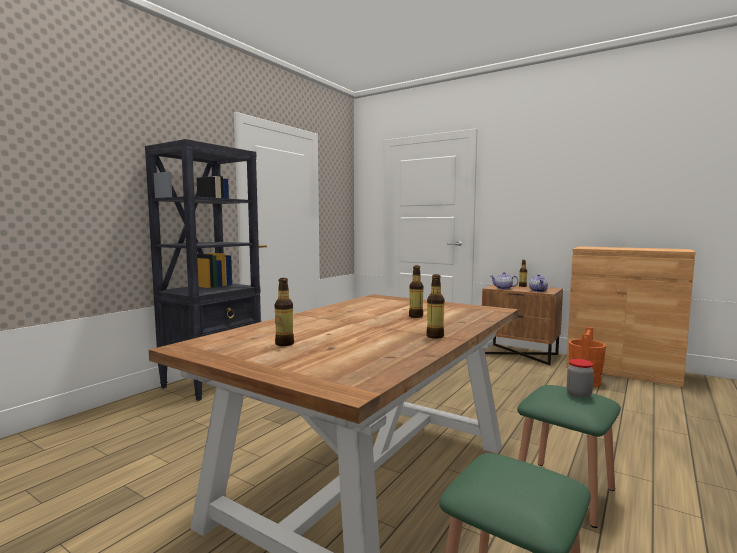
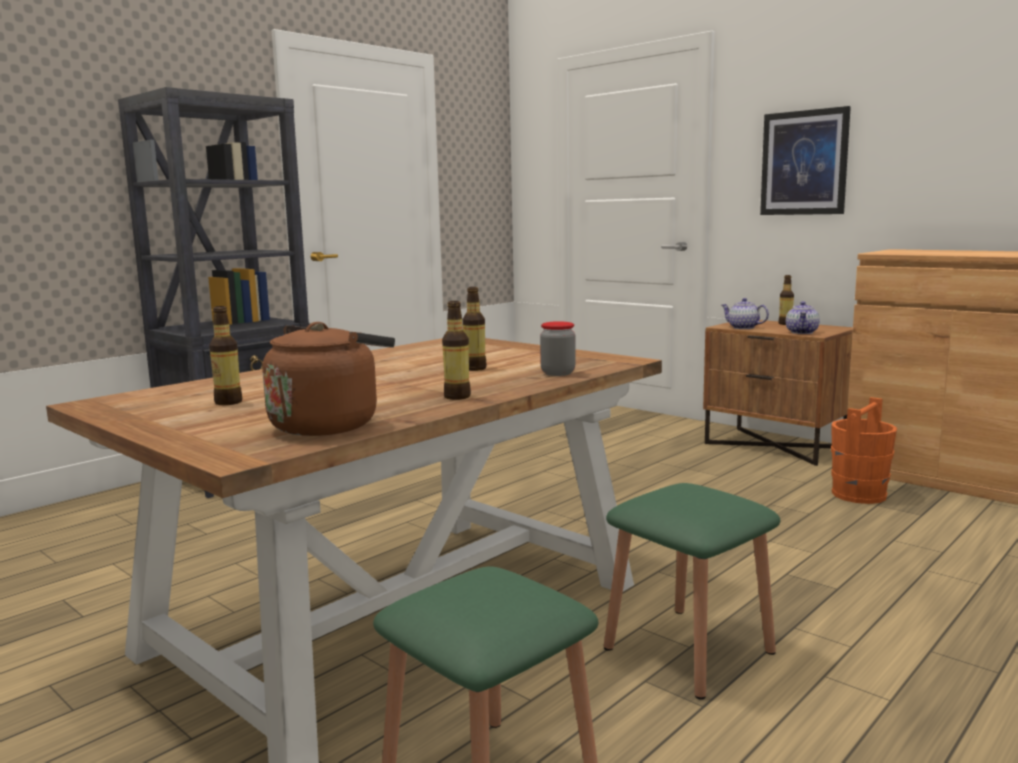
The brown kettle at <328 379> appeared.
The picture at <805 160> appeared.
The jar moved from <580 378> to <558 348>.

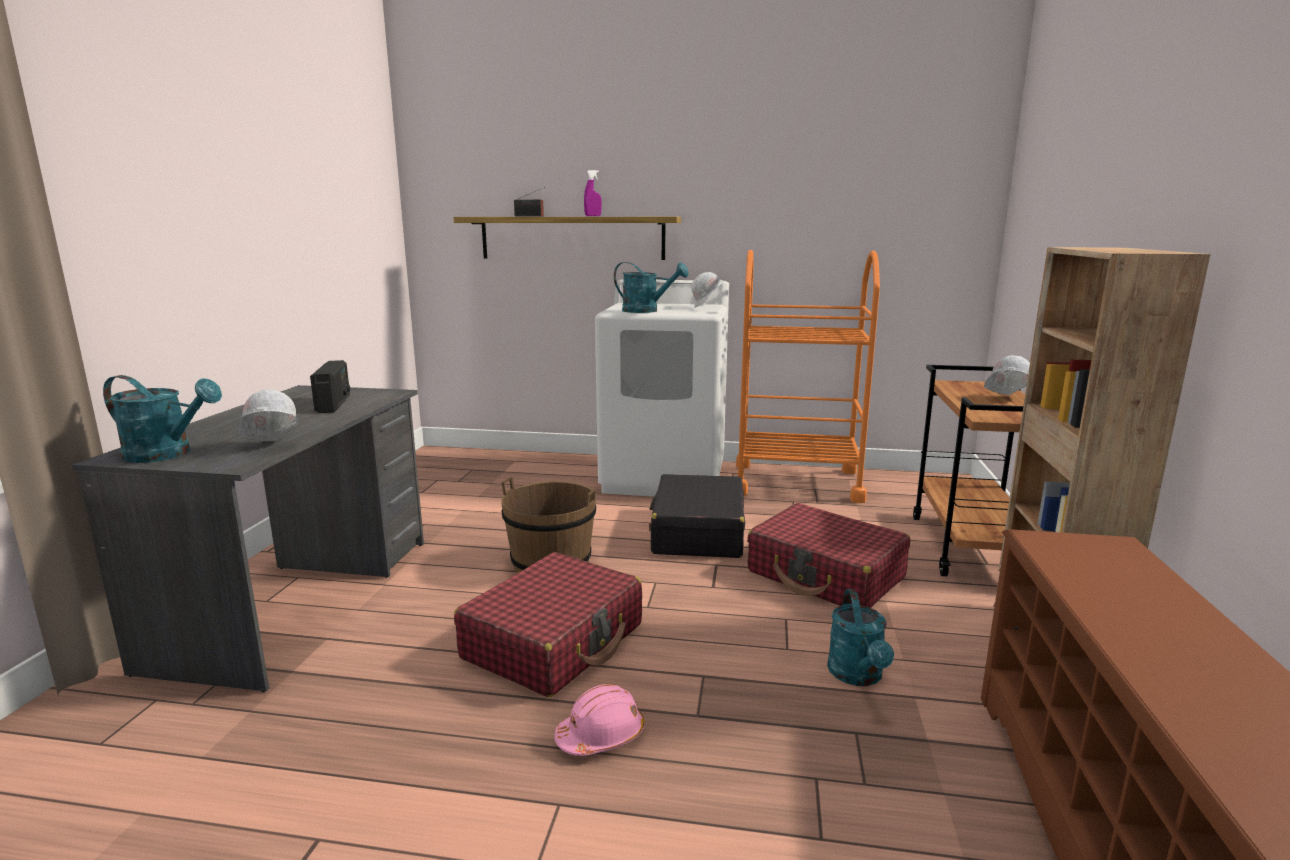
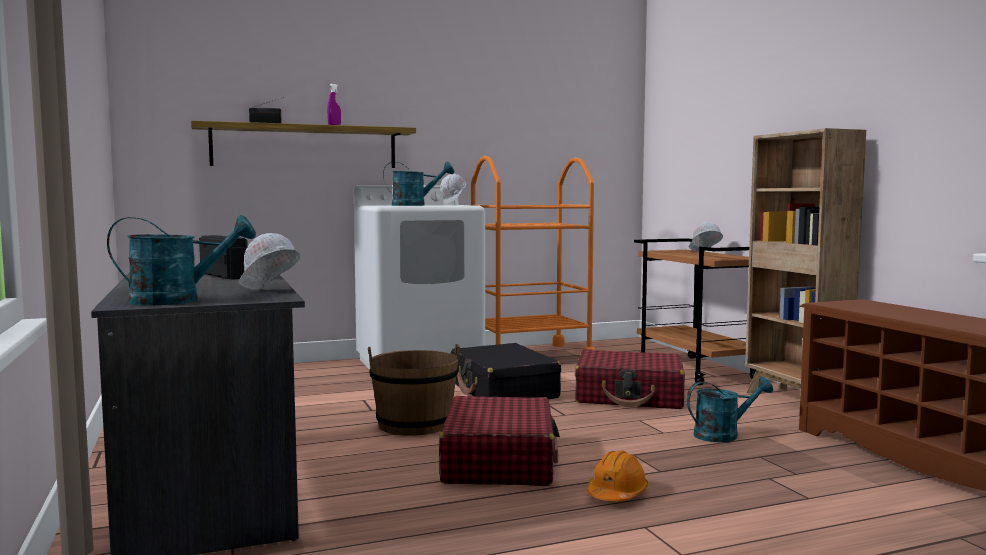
The pink hard hat at <599 720> became the orange hard hat at <617 475>.
The turquoise watering can at <860 637> turned 75 degrees counterclockwise.

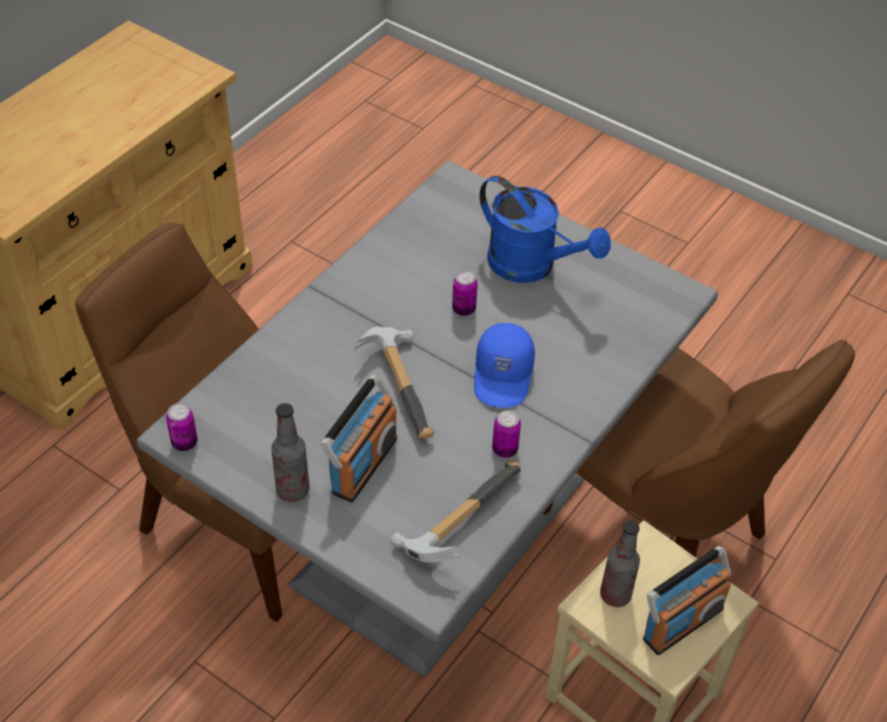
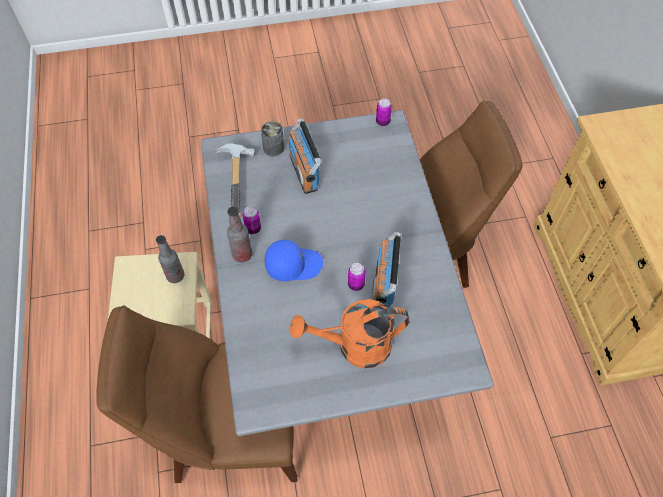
The hammer at <394 383> disappeared.
The can at <272 138> appeared.
The bottle moved from <290 452> to <239 234>.
The radio moved from <687 600> to <386 270>.
The blue watering can at <545 229> became the orange watering can at <349 333>.
The blue cap at <504 365> turned 120 degrees clockwise.

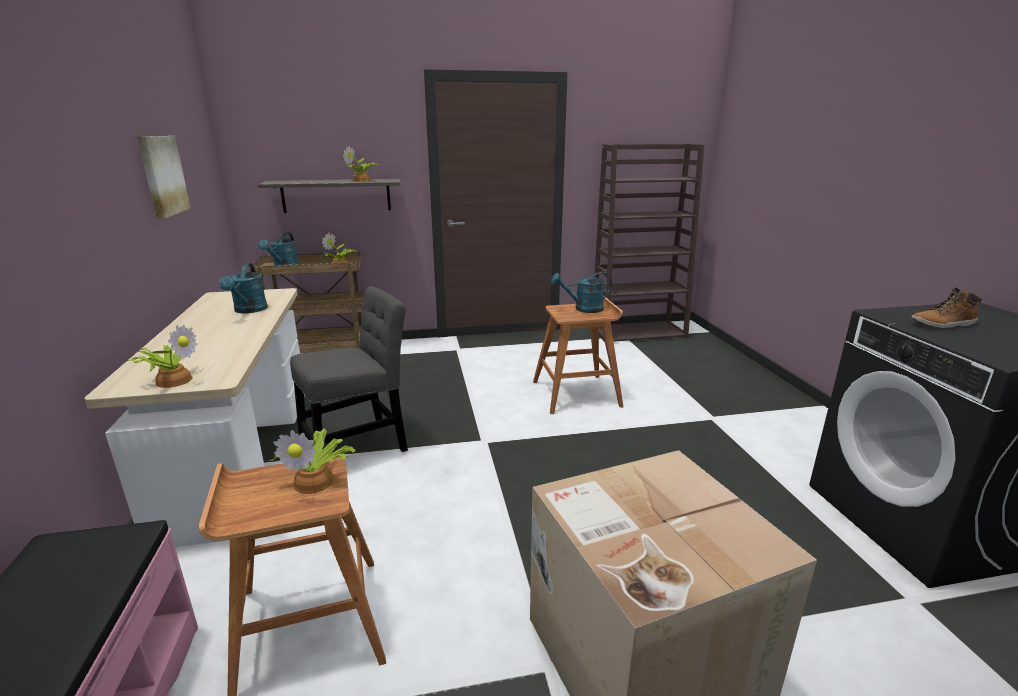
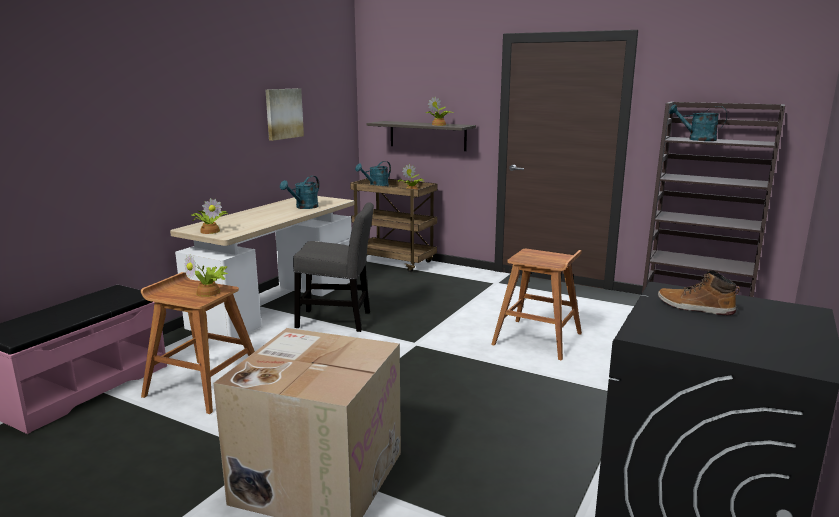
The turquoise watering can moved from <581 292> to <698 122>.

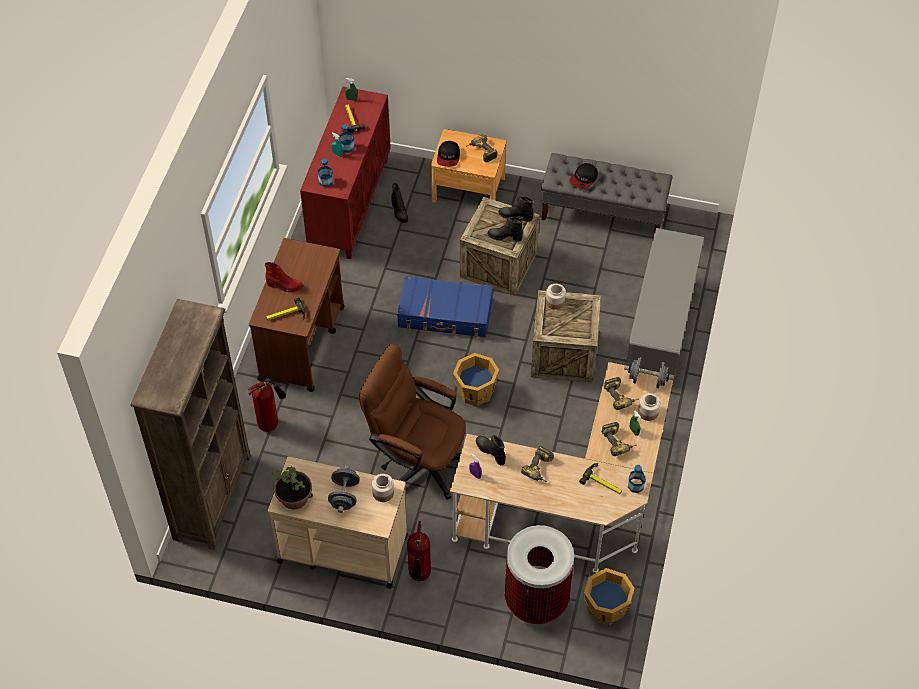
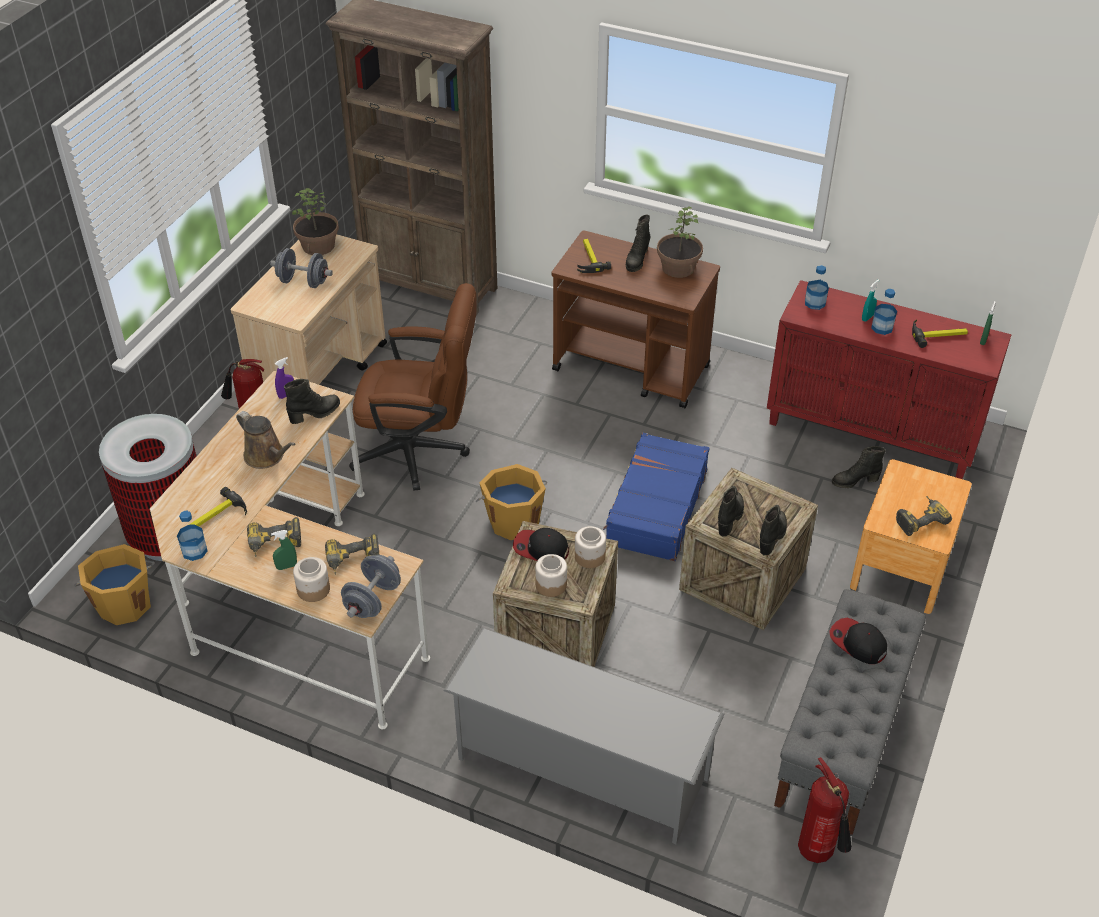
The potted plant at <680 242> appeared.
The fire extinguisher moved from <267 407> to <825 810>.
The jar moved from <383 488> to <551 575>.
The cap moved from <448 154> to <541 544>.
The power drill at <537 464> was replaced by the brown watering can at <266 440>.
The red boot at <284 277> became the black boot at <638 243>.
The brown office chair at <412 422> turned 60 degrees clockwise.

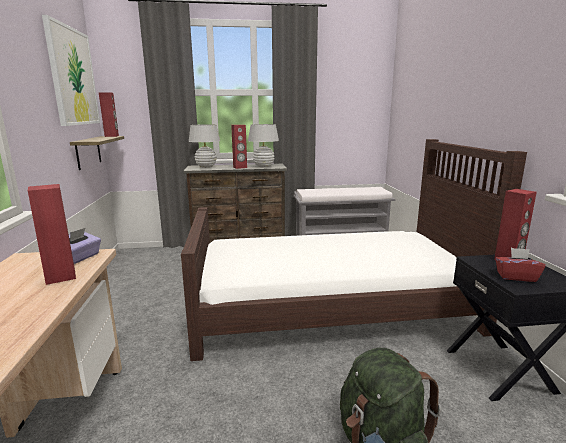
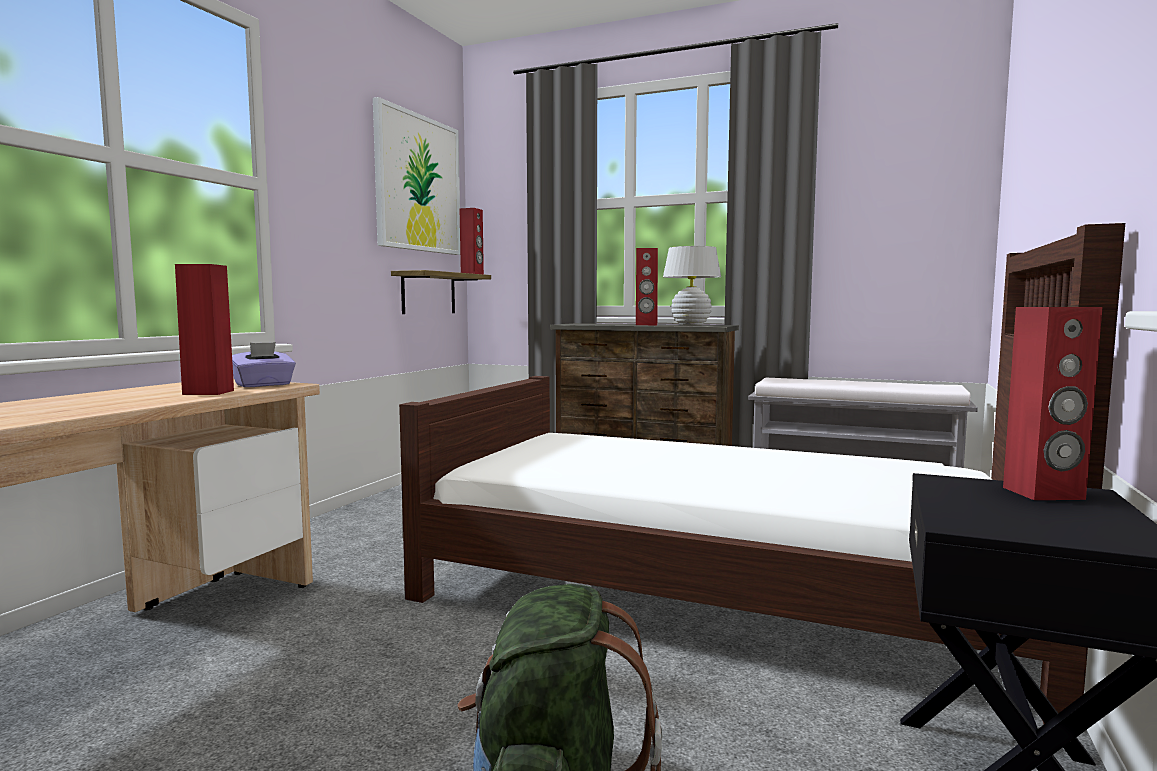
The white table lamp at <204 146> disappeared.
The red tissue box at <520 265> disappeared.

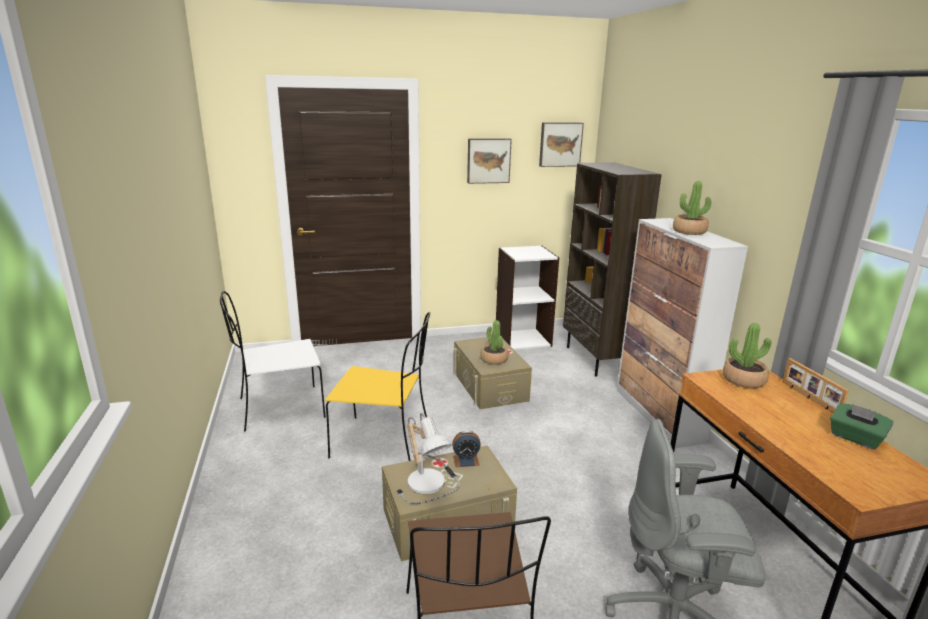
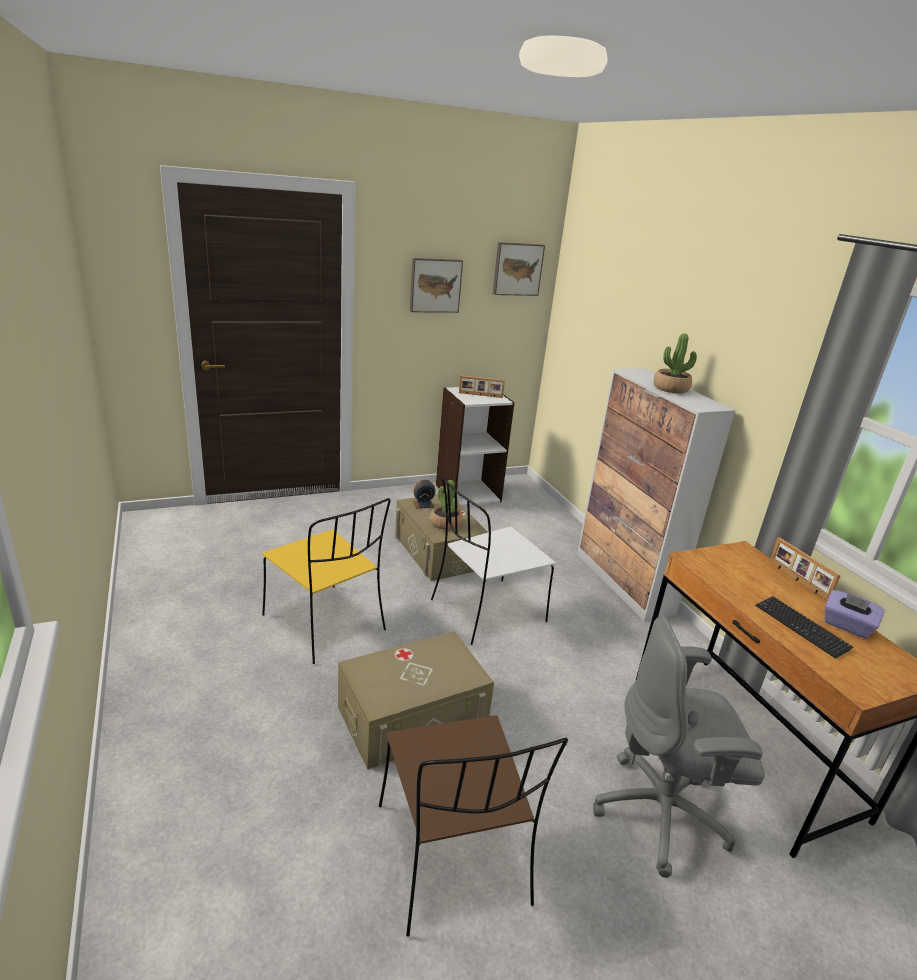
The table lamp at <428 458> disappeared.
The brown bookcase at <612 269> disappeared.
The potted plant at <747 355> disappeared.
The picture frame at <482 386> appeared.
The keyboard at <804 627> appeared.
The white chair moved from <273 361> to <493 560>.
The alarm clock moved from <466 448> to <424 494>.
The green tissue box at <862 426> became the purple tissue box at <854 614>.
The yellow chair at <377 386> turned 45 degrees clockwise.

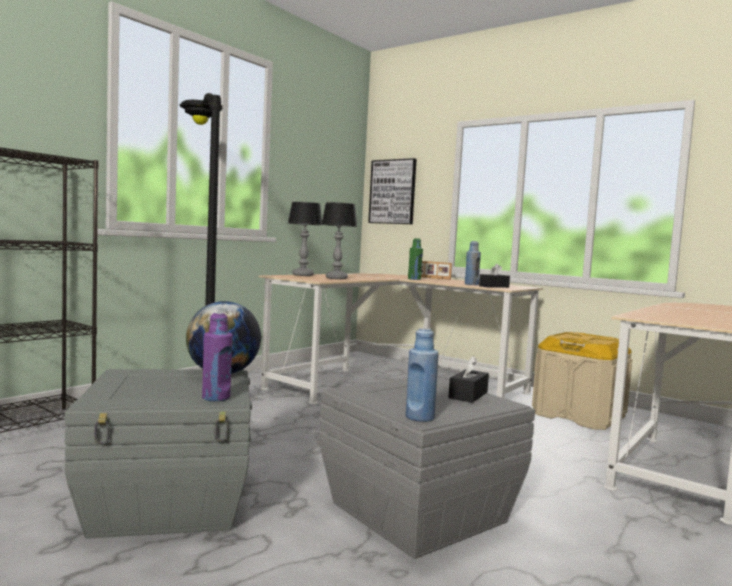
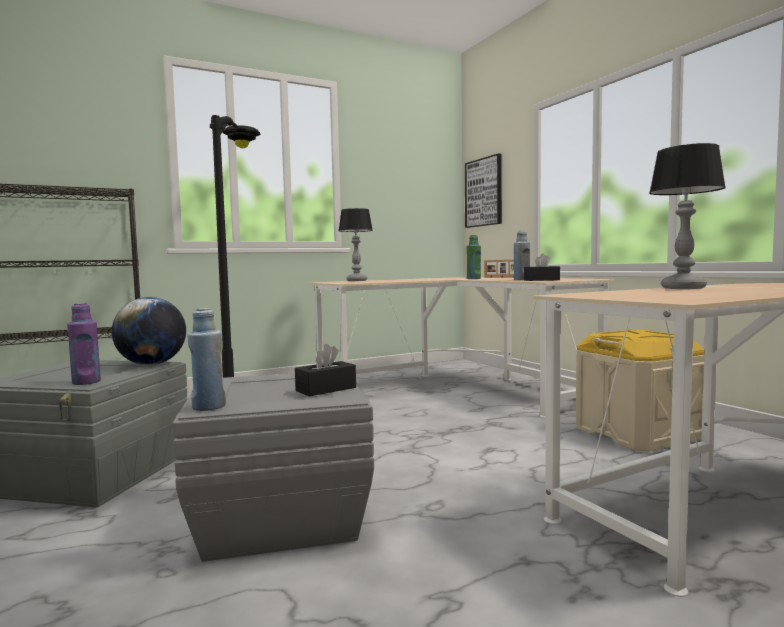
The table lamp moved from <339 240> to <687 216>.

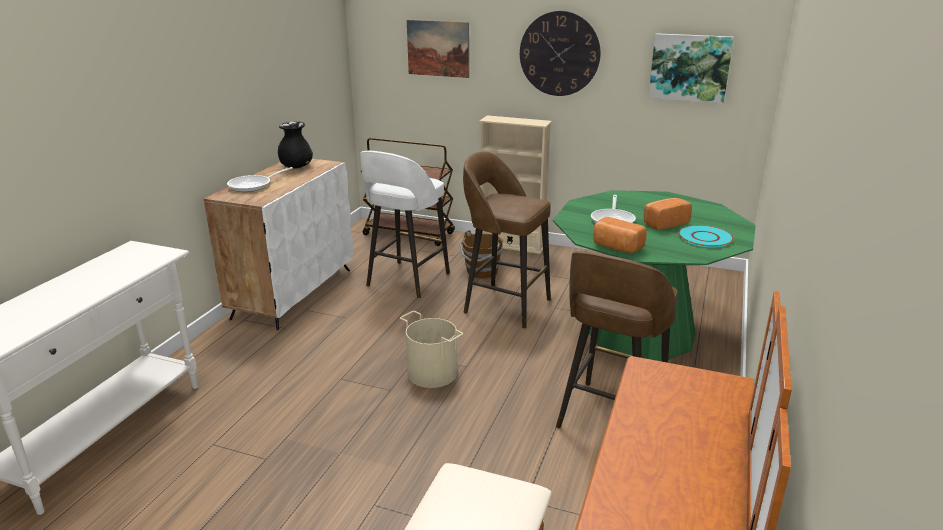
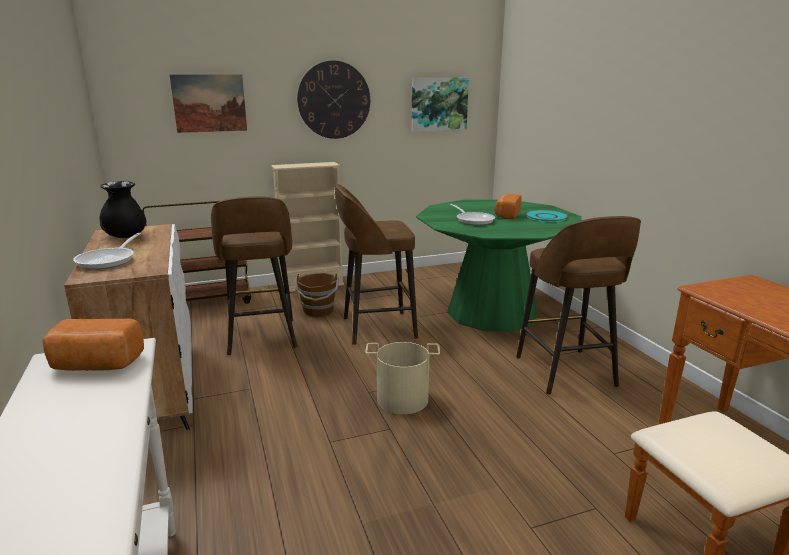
The bread moved from <620 235> to <93 345>.
The white stool at <405 225> became the brown stool at <254 276>.

